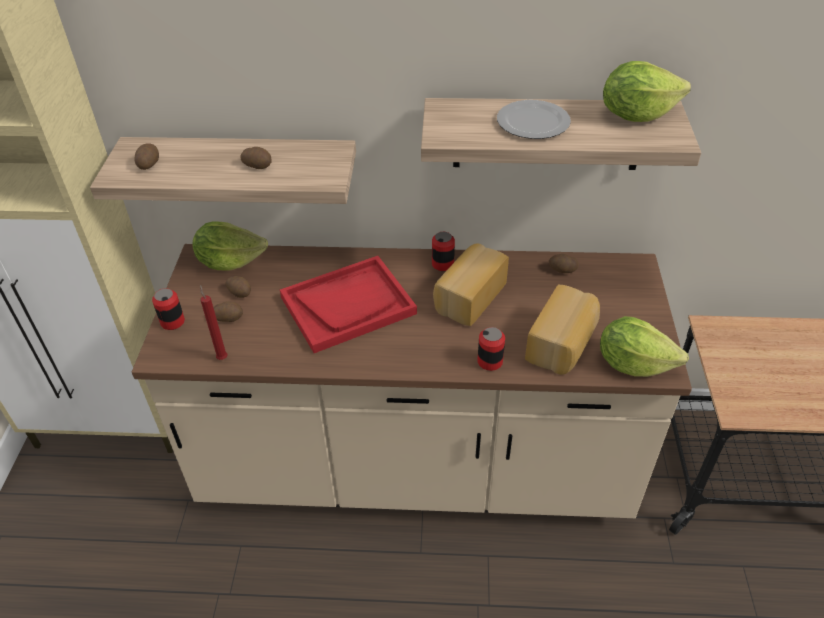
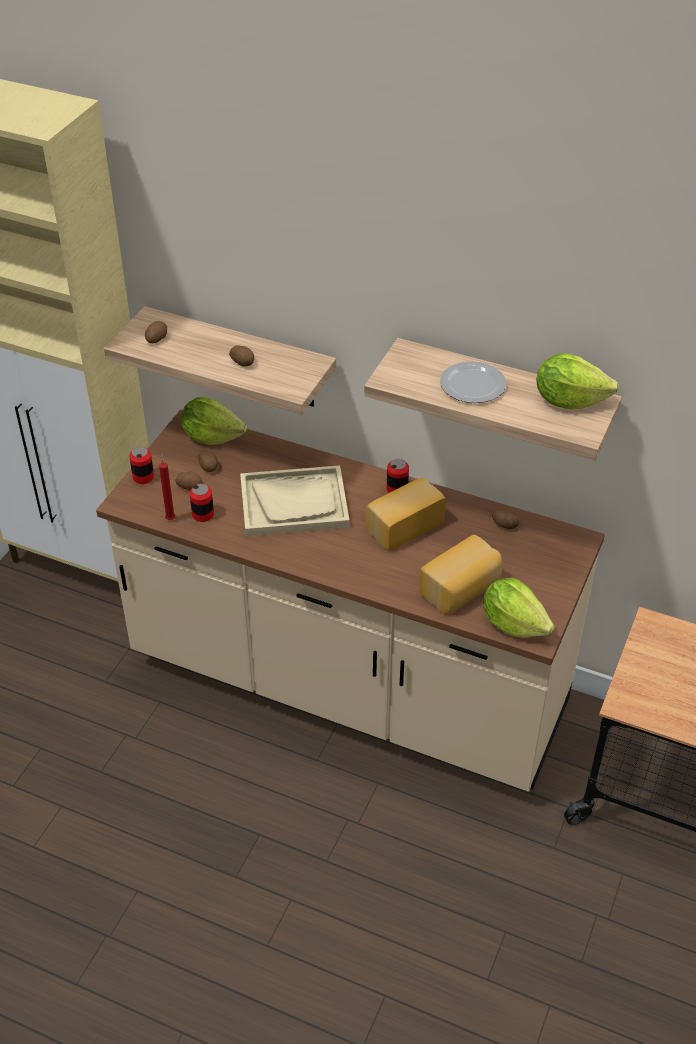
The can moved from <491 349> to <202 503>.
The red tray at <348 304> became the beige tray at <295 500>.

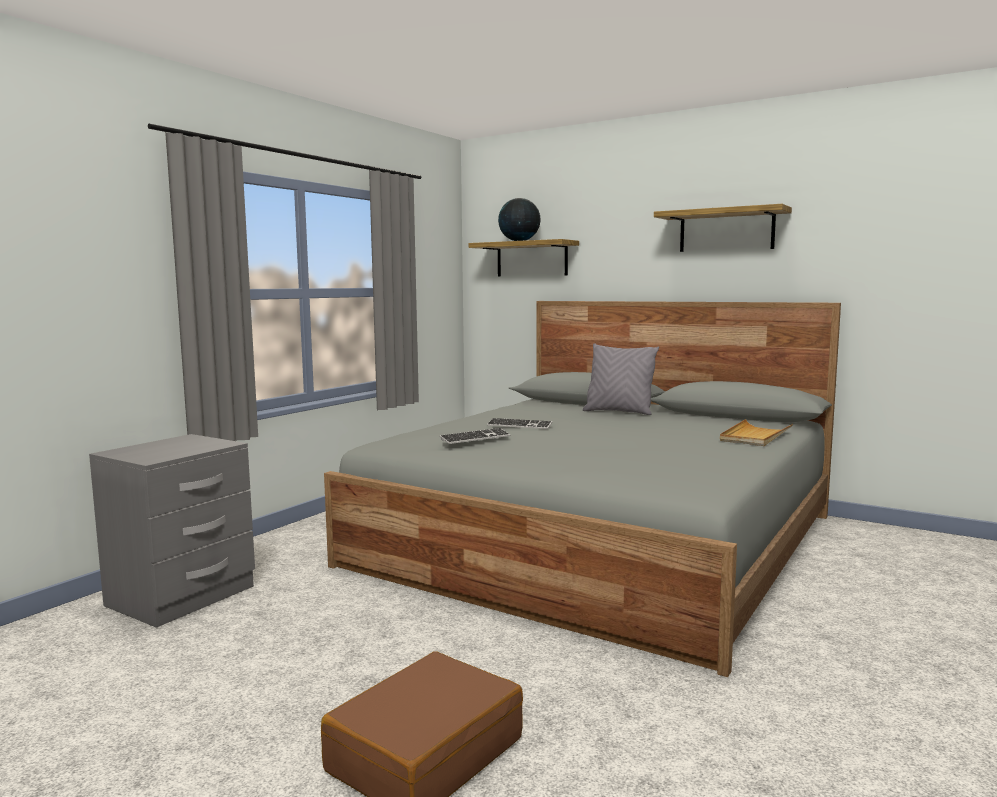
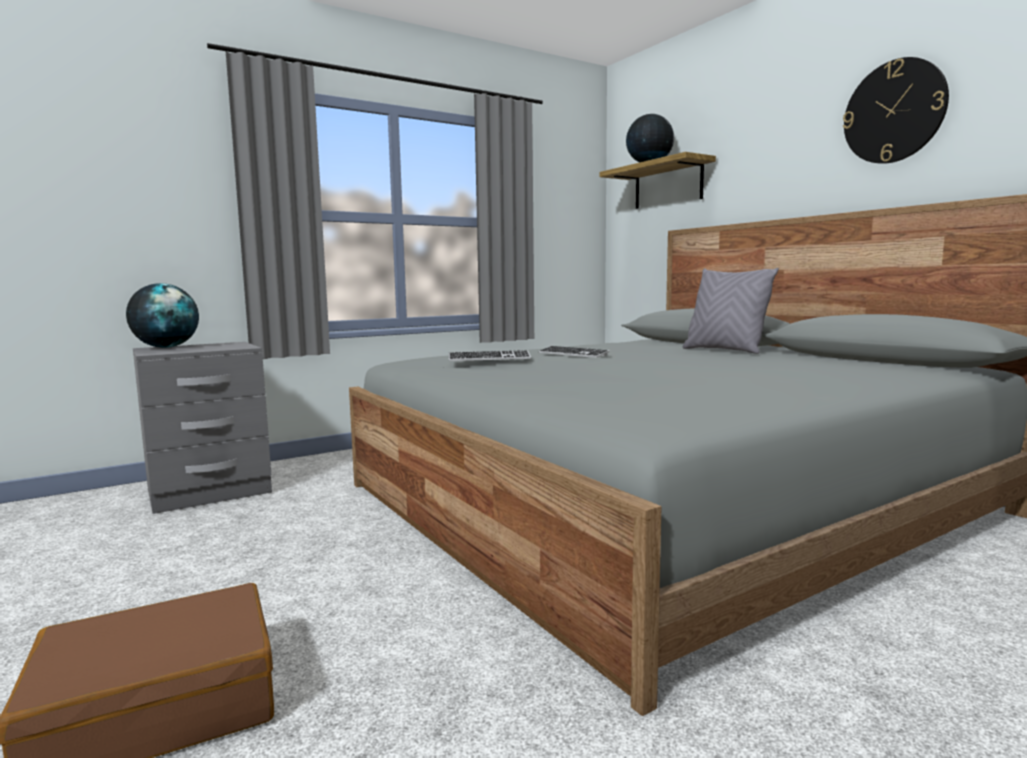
The beige tray at <756 432> disappeared.
The globe at <162 315> appeared.
The shelf at <723 228> was replaced by the wall clock at <896 110>.

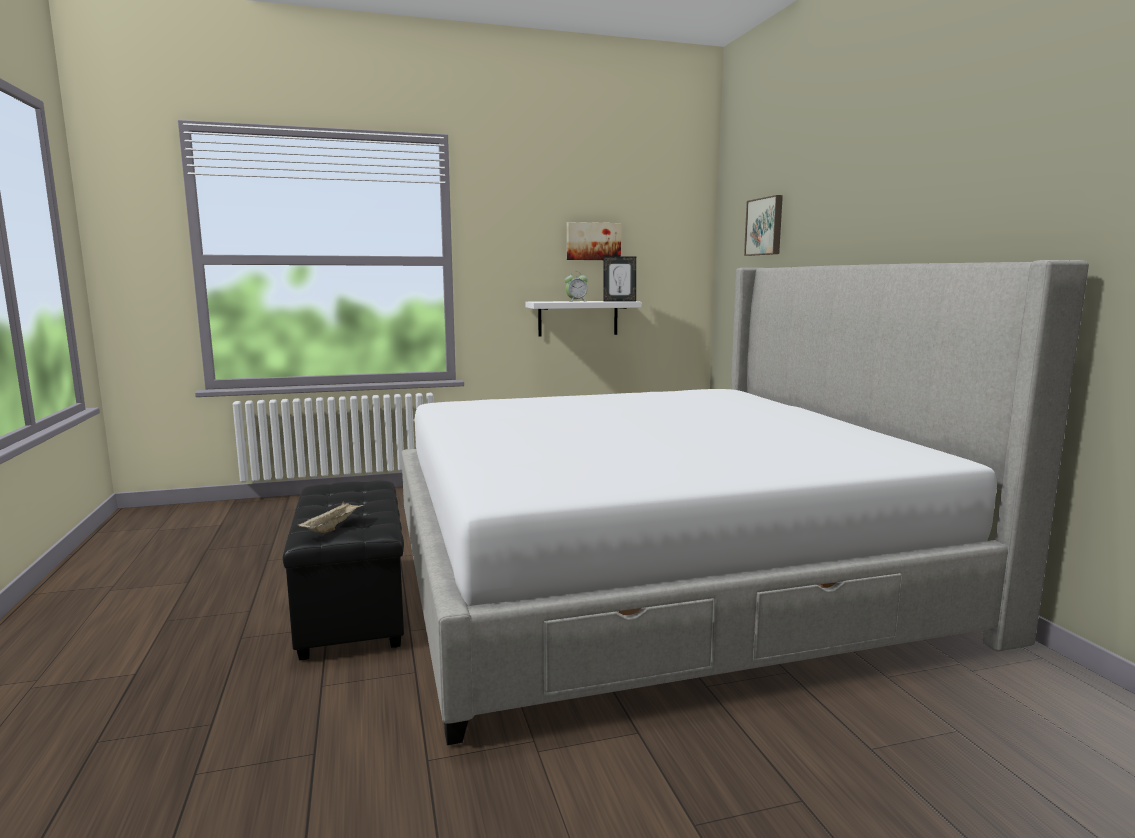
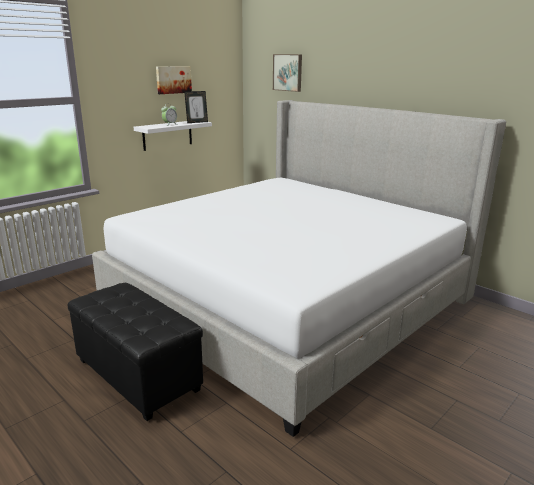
The beige tray at <331 517> disappeared.

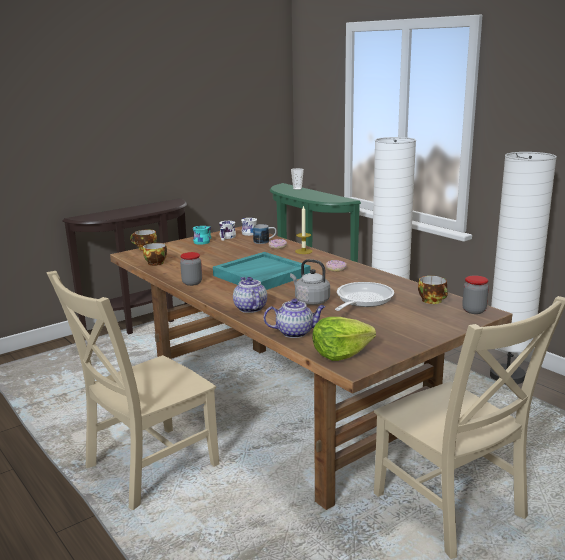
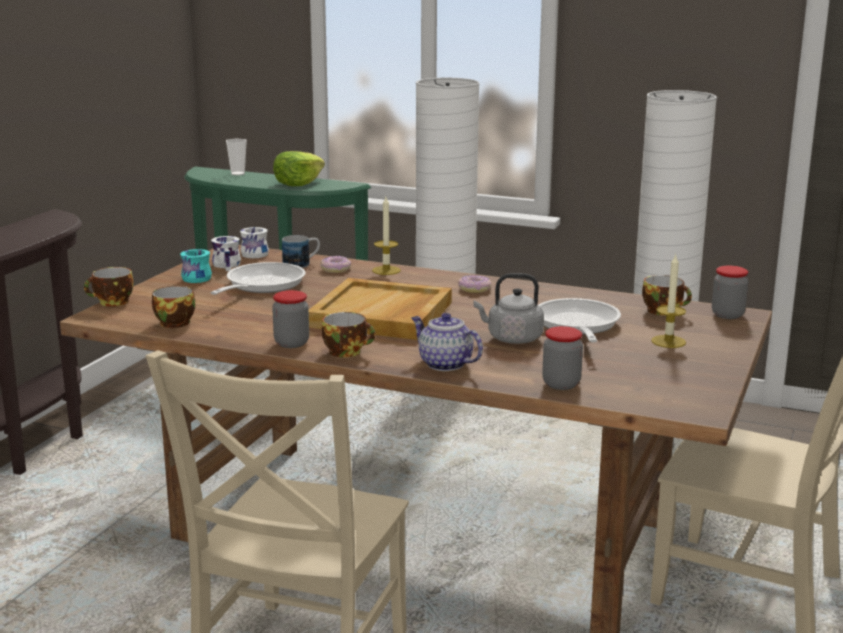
The frying pan at <257 278> appeared.
The cup at <349 335> appeared.
The candle at <668 301> appeared.
The lettuce moved from <344 339> to <299 168>.
The teapot at <294 318> was replaced by the jar at <562 358>.
The turquoise tray at <261 271> became the beige tray at <380 309>.

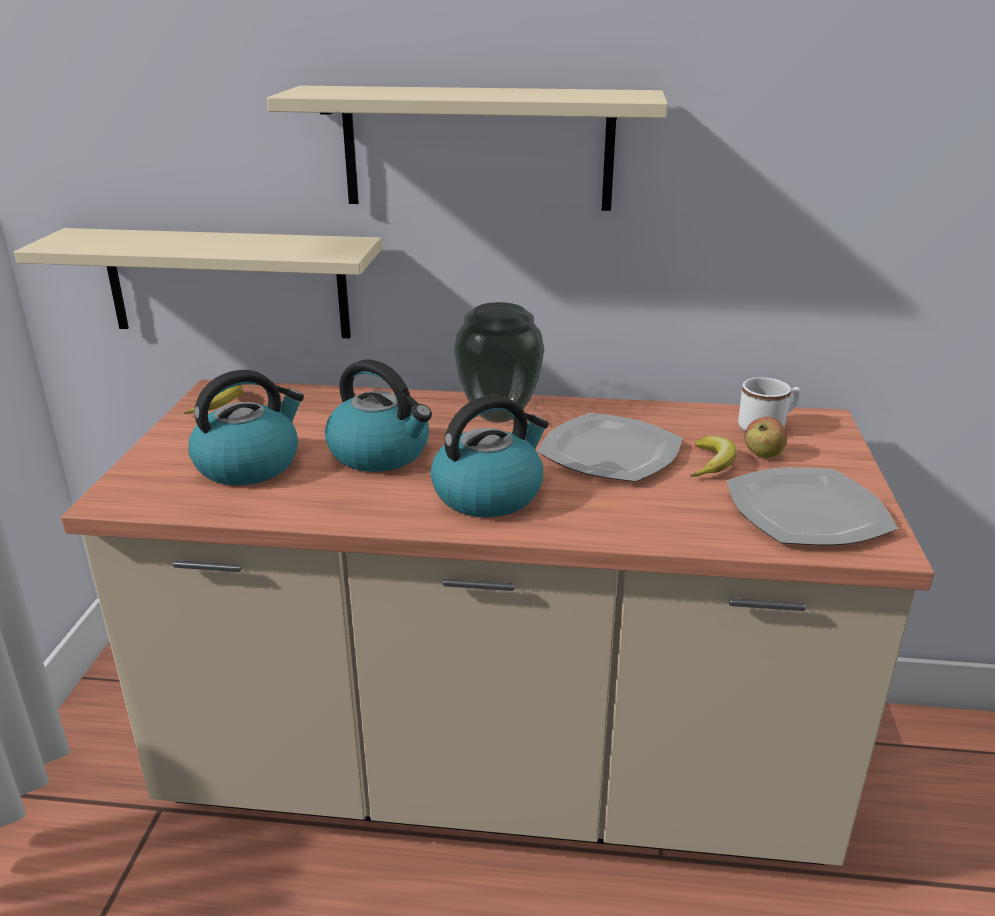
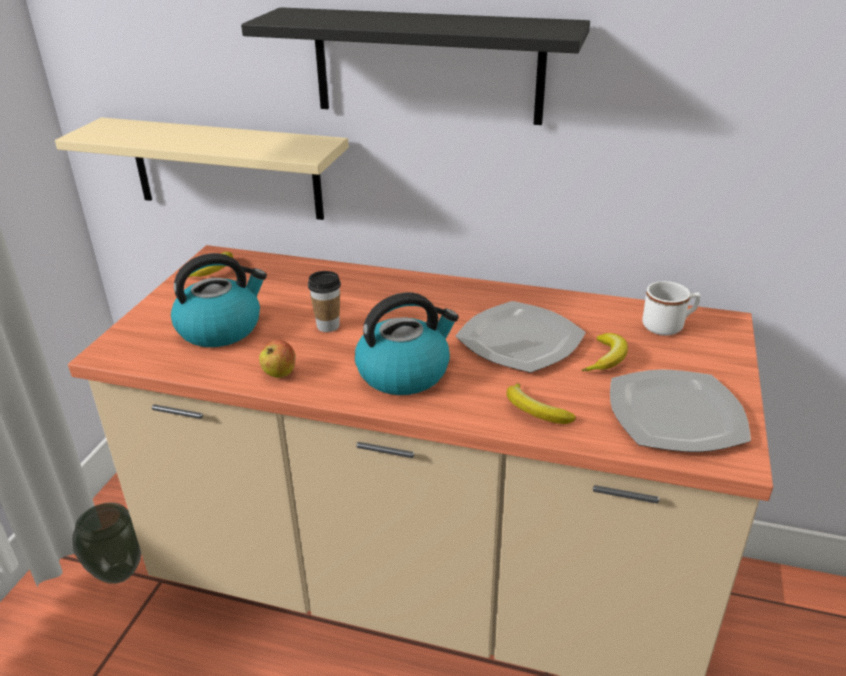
The banana at <541 403> appeared.
The vase moved from <499 362> to <107 543>.
The apple moved from <765 437> to <277 359>.
The kettle at <378 415> was replaced by the cup at <324 301>.
The beige shelf at <467 148> became the black shelf at <415 66>.

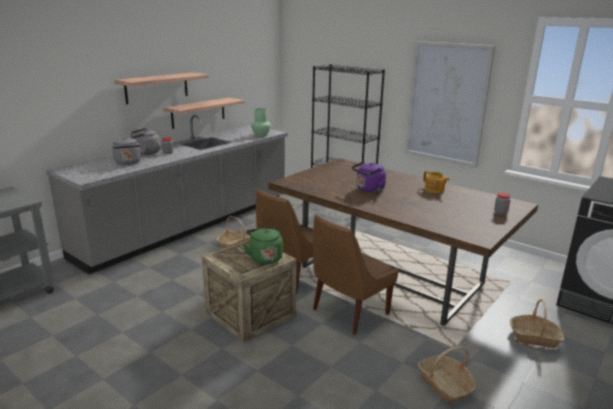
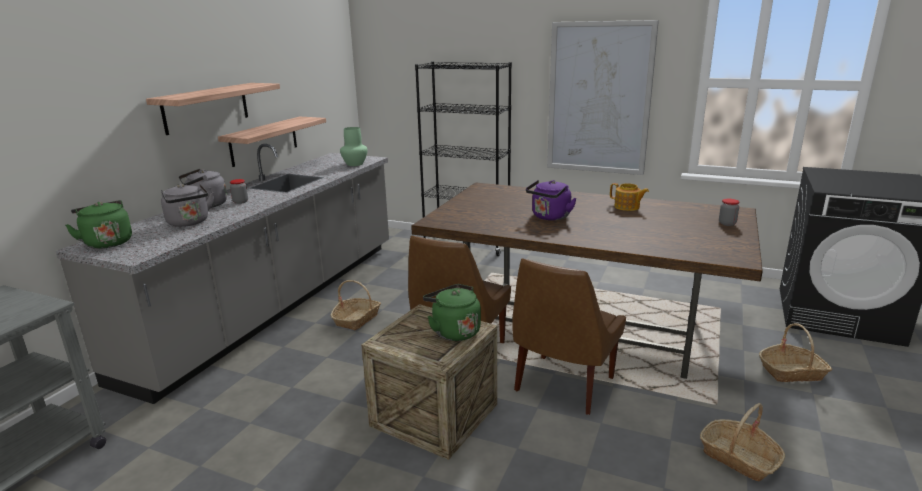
The green kettle at <98 224> appeared.

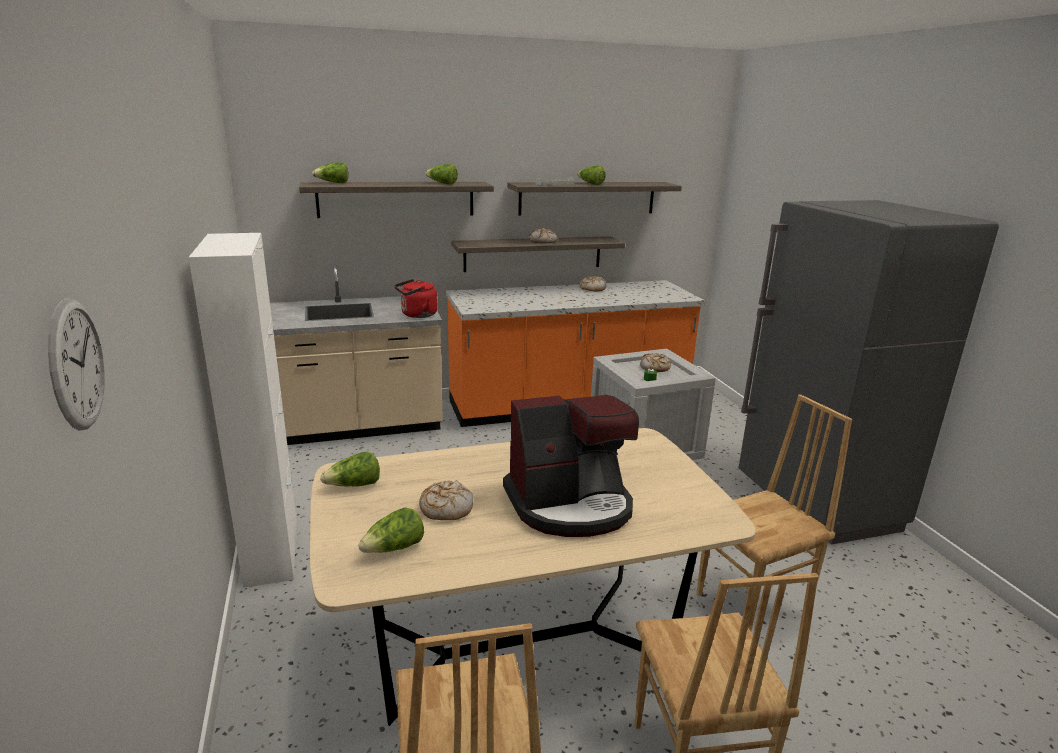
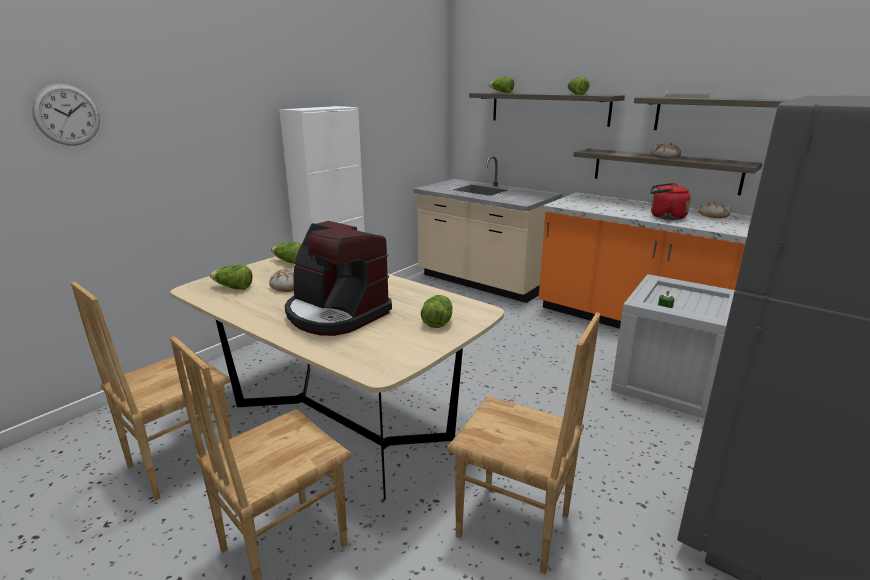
The bread at <655 362> disappeared.
The red kettle moved from <416 298> to <670 201>.
The lettuce moved from <591 175> to <437 311>.

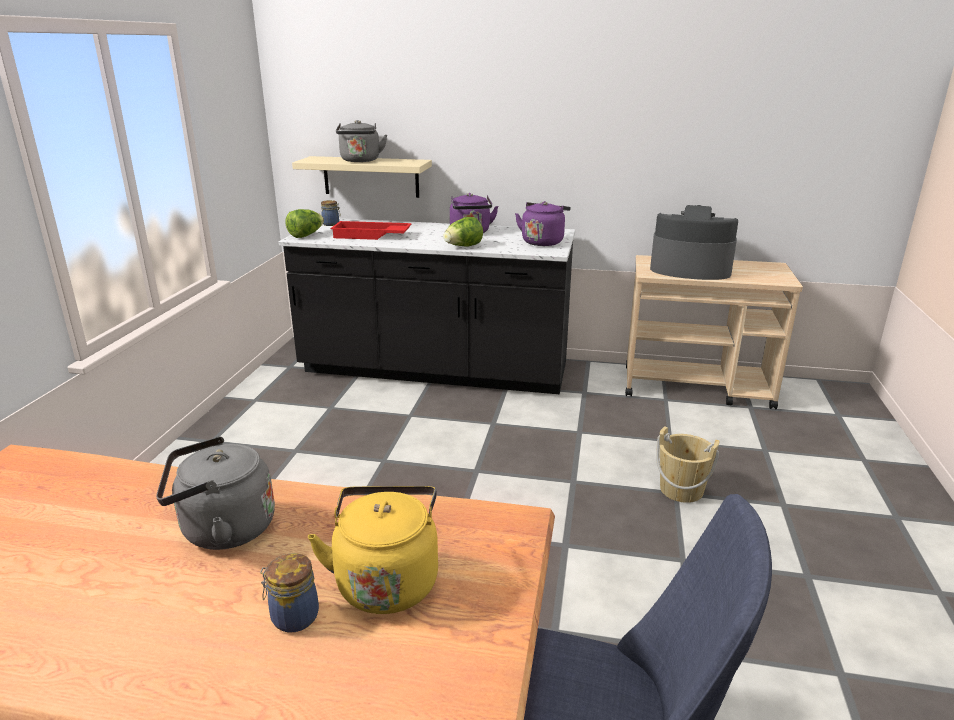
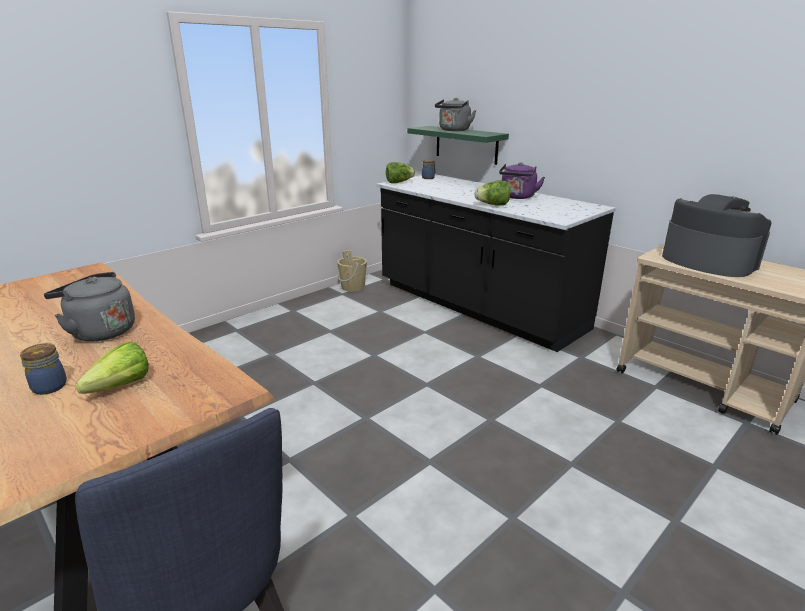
The red tray at <371 230> disappeared.
The purple kettle at <543 223> disappeared.
The beige bucket moved from <688 464> to <352 271>.
The yellow kettle at <373 550> was replaced by the lettuce at <112 368>.
The beige shelf at <362 177> became the green shelf at <458 145>.

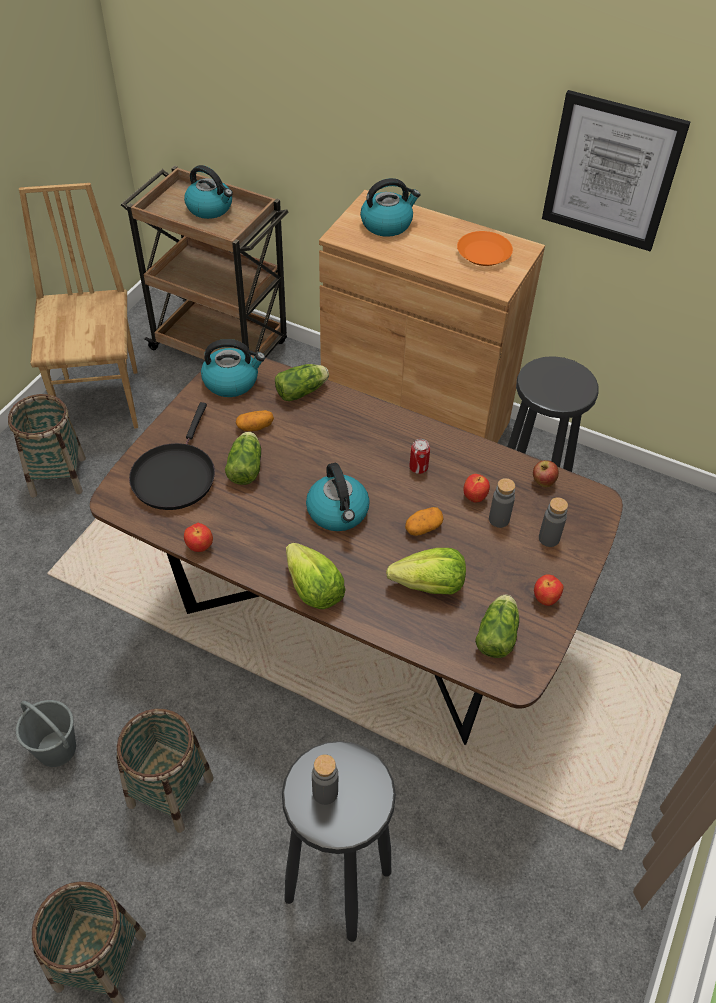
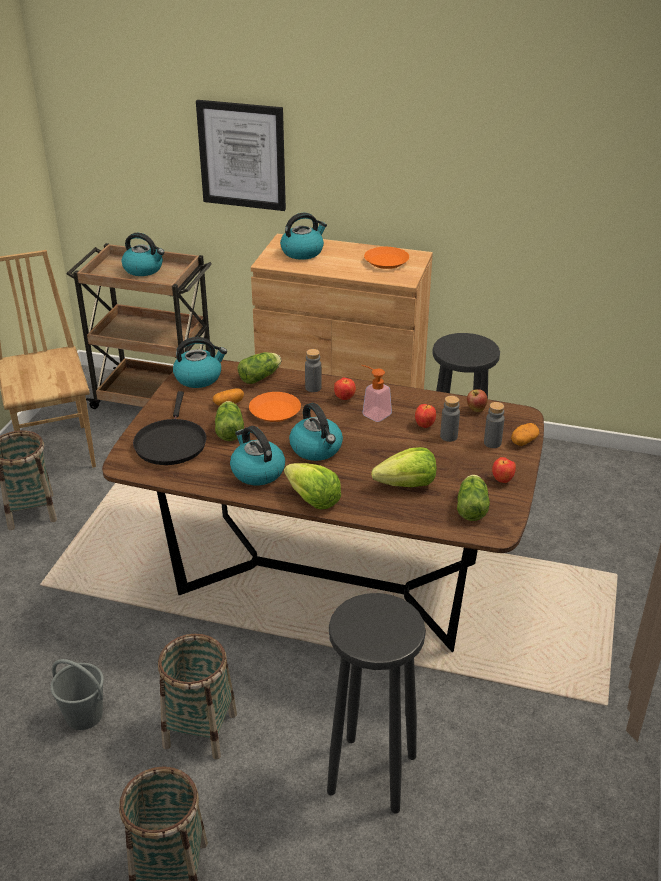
The kettle at <257 455> appeared.
The orange plate at <275 407> appeared.
The apple moved from <198 537> to <345 389>.
The grey bottle moved from <325 779> to <313 370>.
The potato moved from <424 521> to <525 434>.
The picture moved from <616 170> to <241 155>.
The can at <419 456> was replaced by the soap dispenser at <377 393>.

